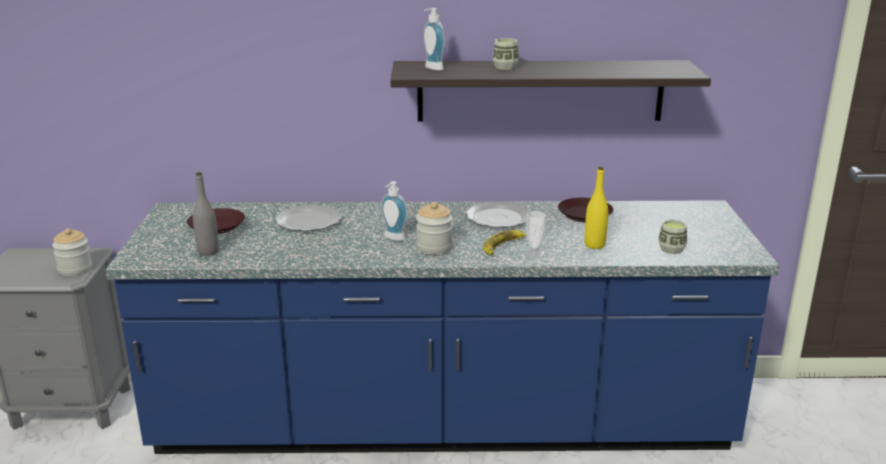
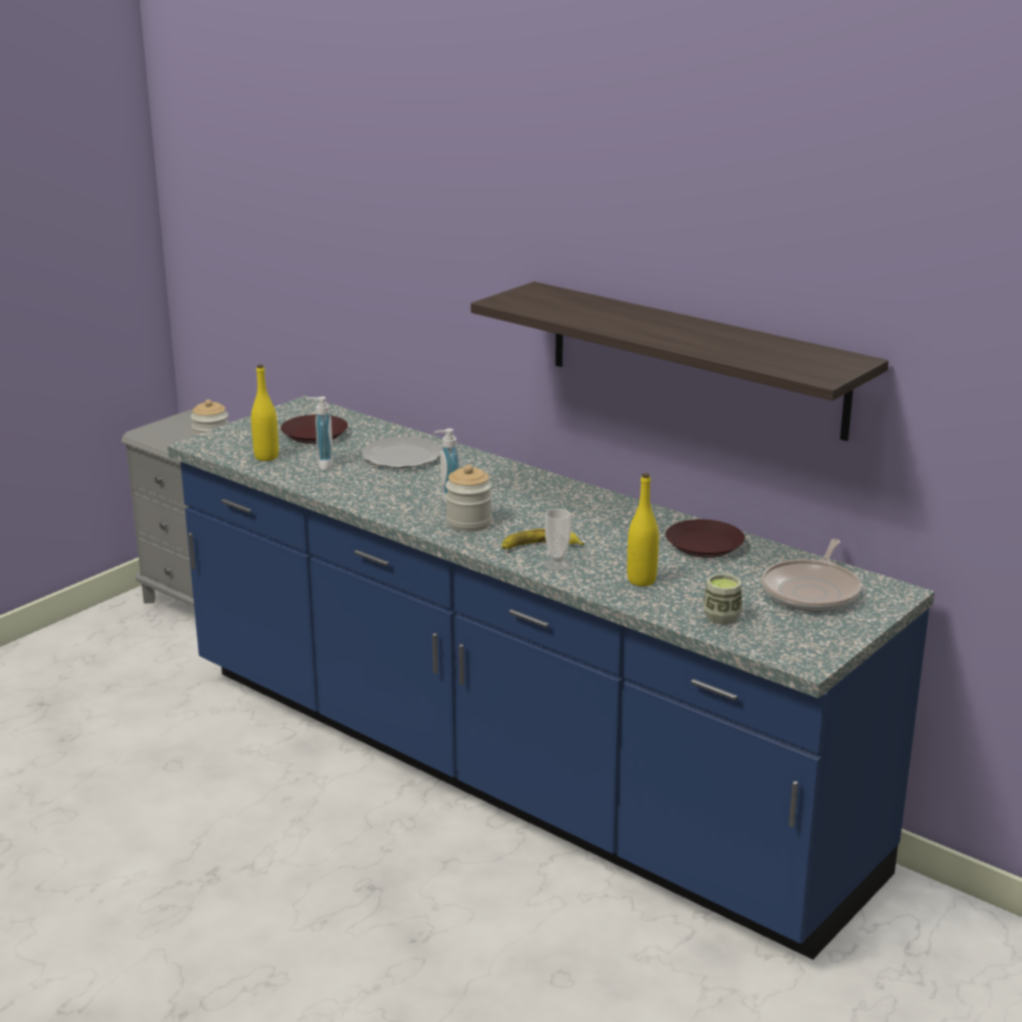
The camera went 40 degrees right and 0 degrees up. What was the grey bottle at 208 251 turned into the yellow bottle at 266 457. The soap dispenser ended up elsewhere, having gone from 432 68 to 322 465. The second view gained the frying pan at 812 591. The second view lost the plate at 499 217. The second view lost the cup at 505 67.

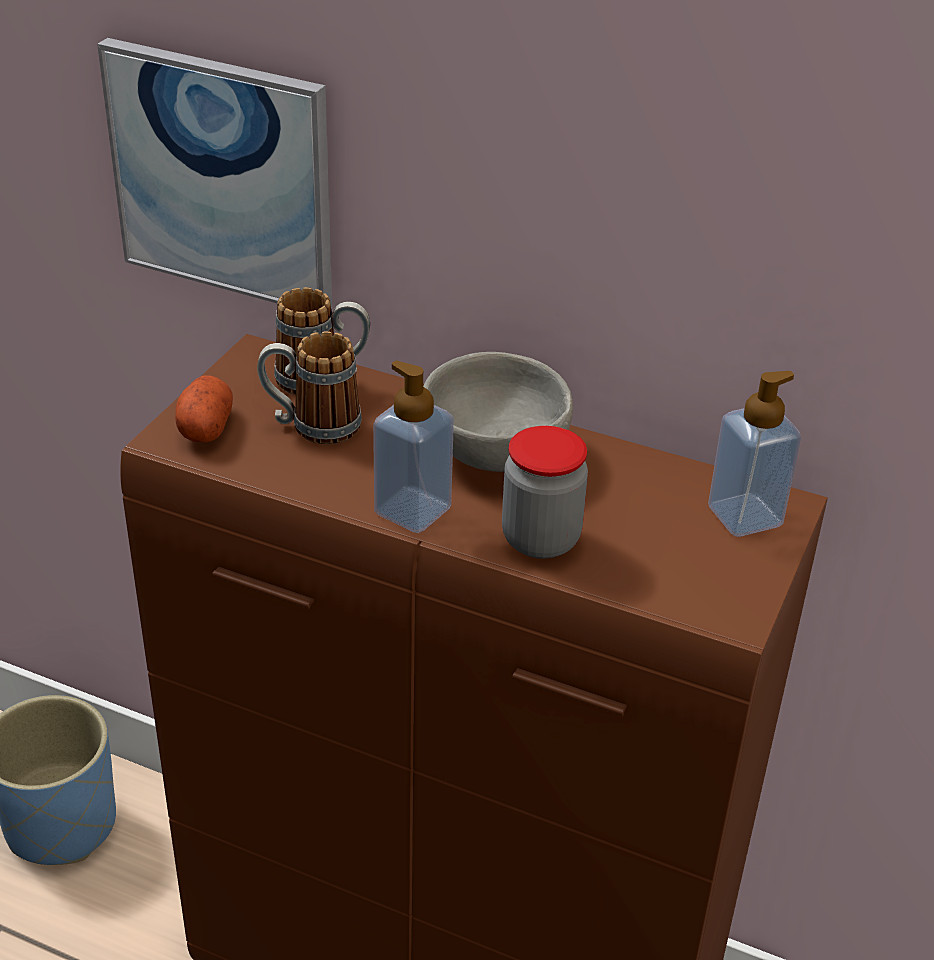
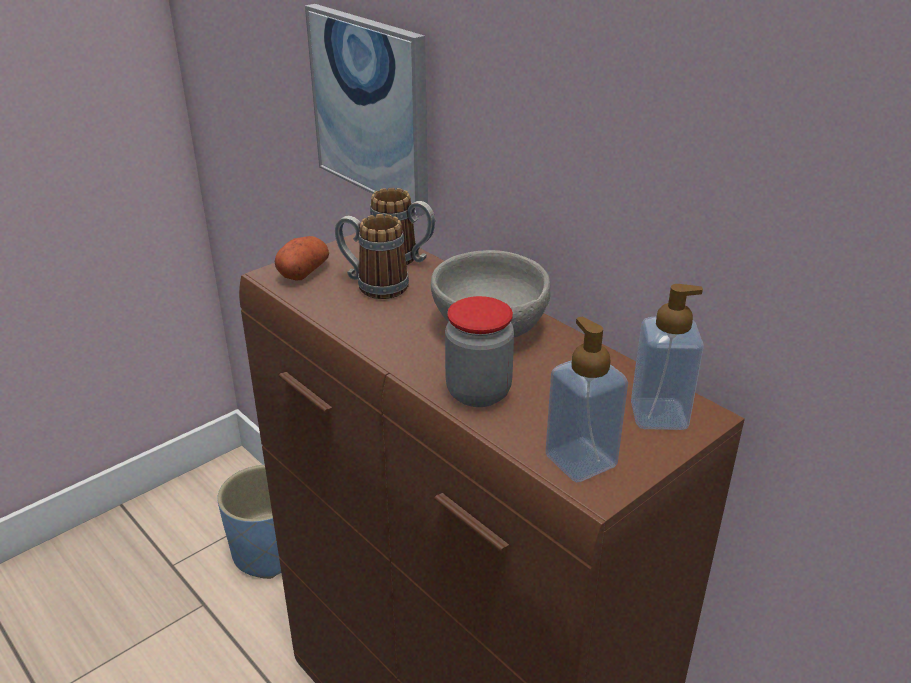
The camera went 25 degrees right and 5 degrees down. The soap dispenser ended up elsewhere, having gone from 412 511 to 580 461.

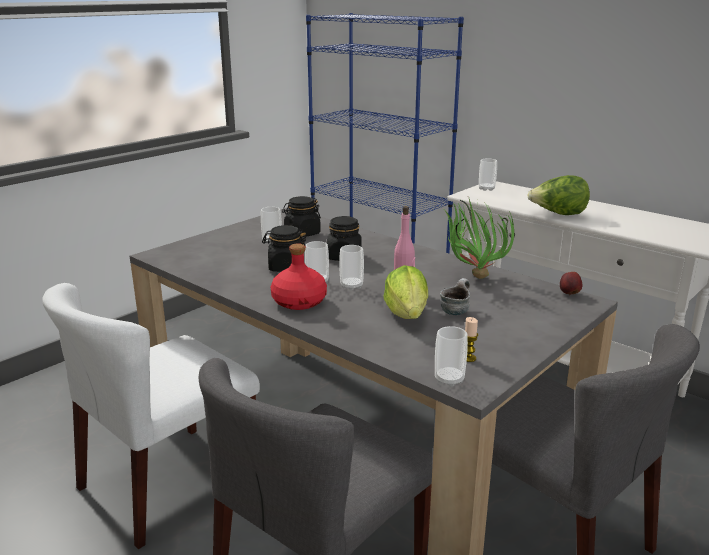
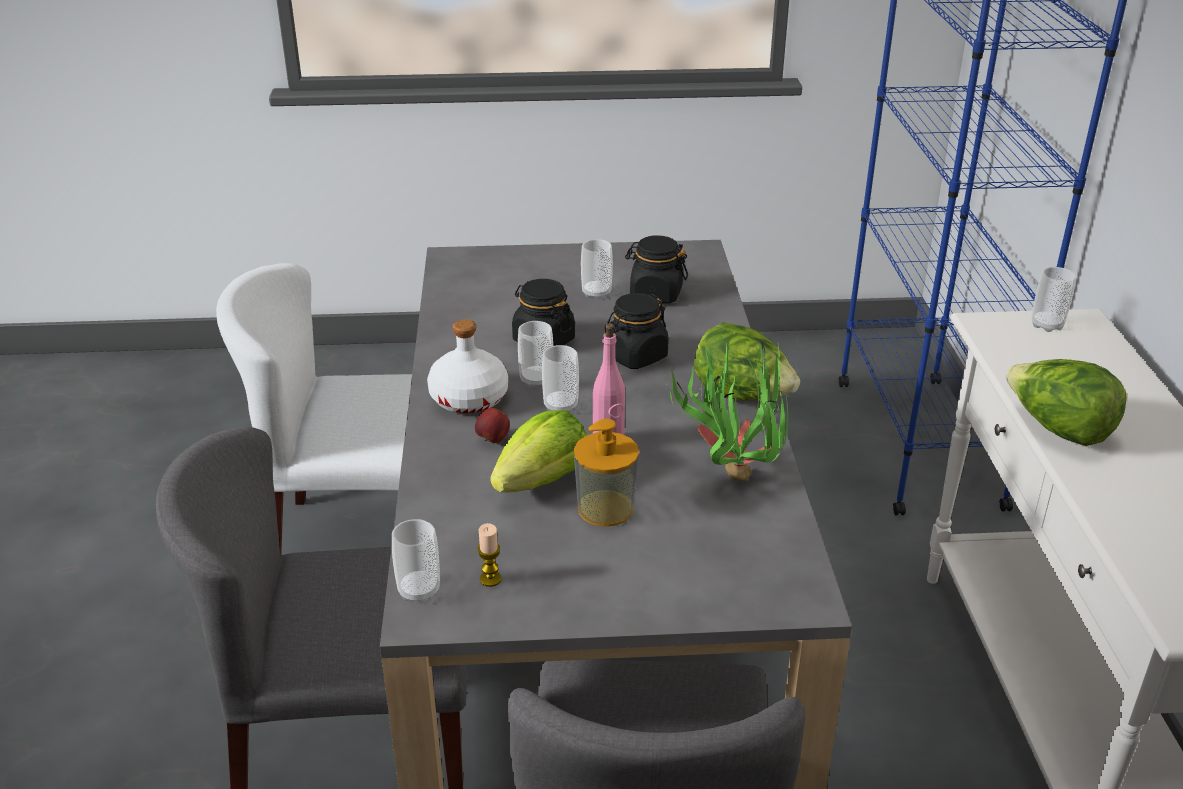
The camera went 45 degrees right and 10 degrees up. What was the red bottle at 300 302 turned into the white bottle at 469 399. The apple ended up elsewhere, having gone from 569 294 to 493 440. Where the mug stood at 455 310, the soap dispenser came to stand at 605 508. The second view gained the lettuce at 742 396.

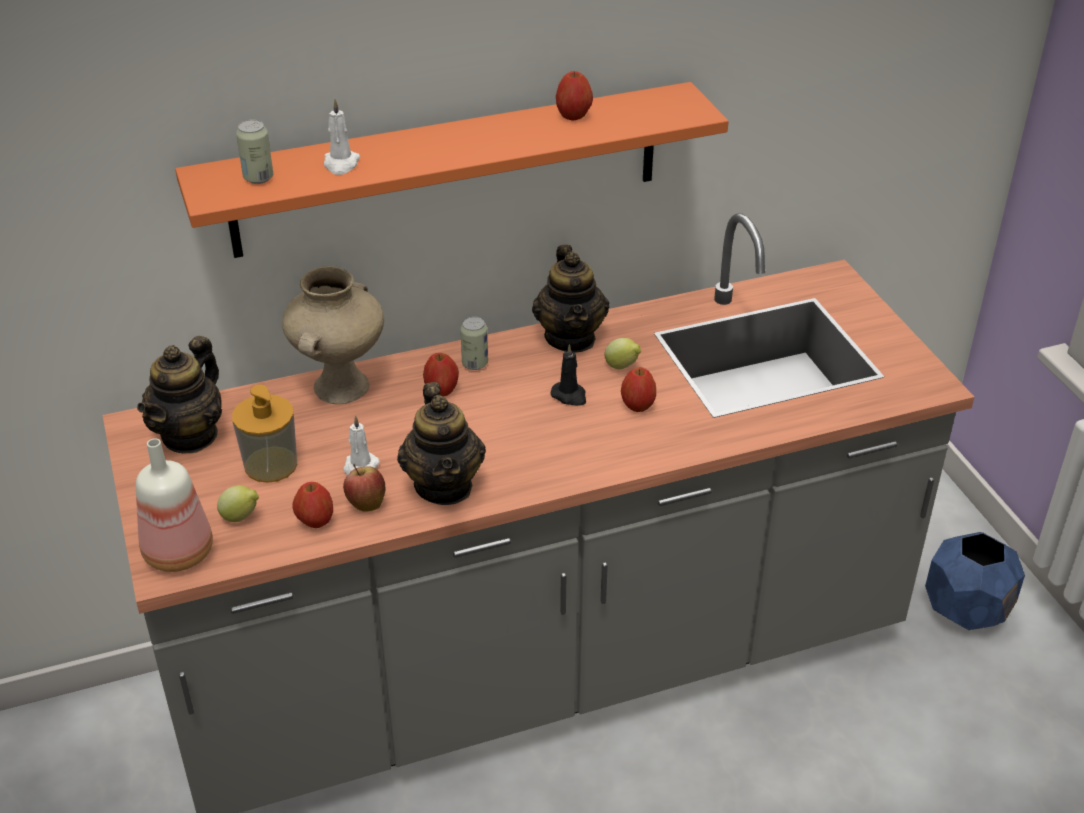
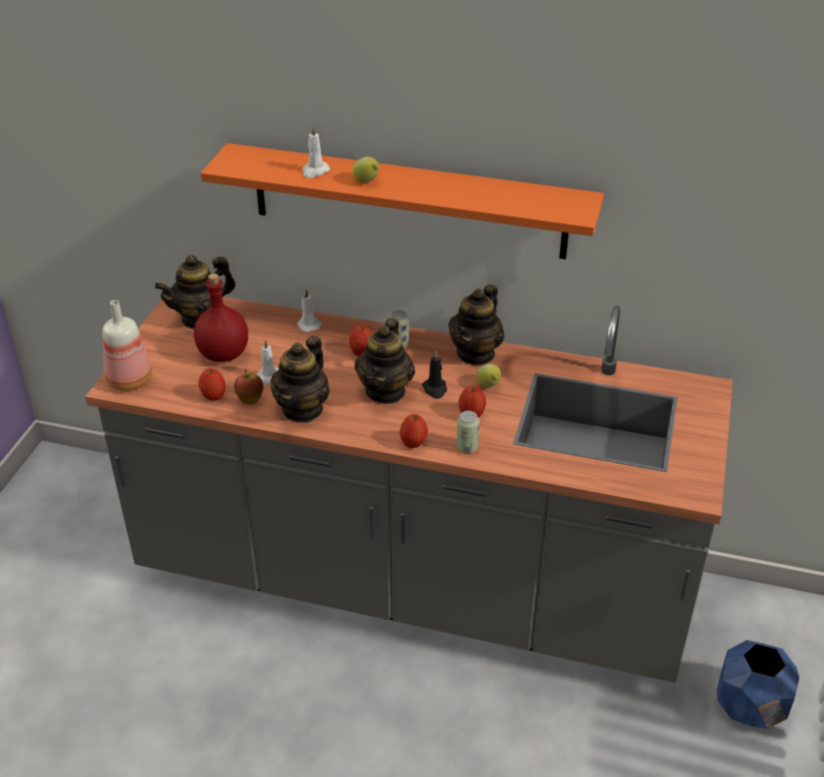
The camera went 35 degrees right and 0 degrees up. Where the soap dispenser stood at 271 464, the red bottle came to stand at 224 353. Where the beige vase stood at 341 385, the white candle came to stand at 308 324. The lemon ended up elsewhere, having gone from 241 517 to 367 182. The second view gained the teapot at 386 391. The apple ended up elsewhere, having gone from 573 116 to 413 443. The can ended up elsewhere, having gone from 258 178 to 467 447.

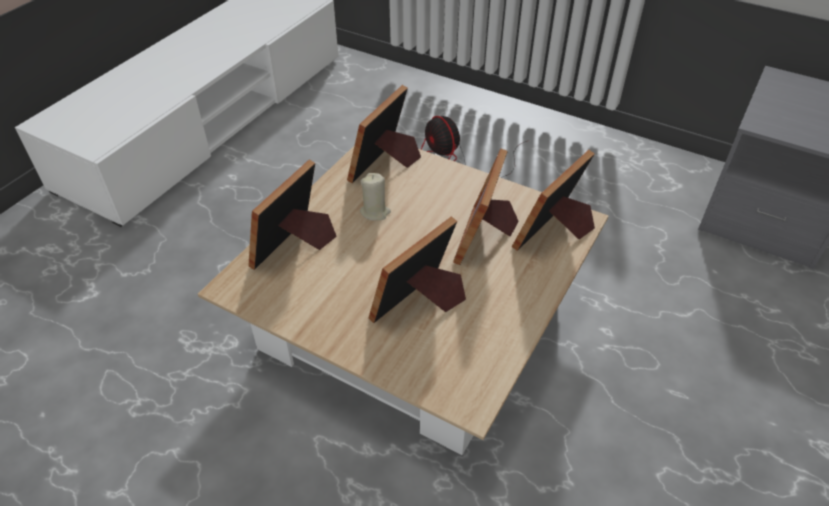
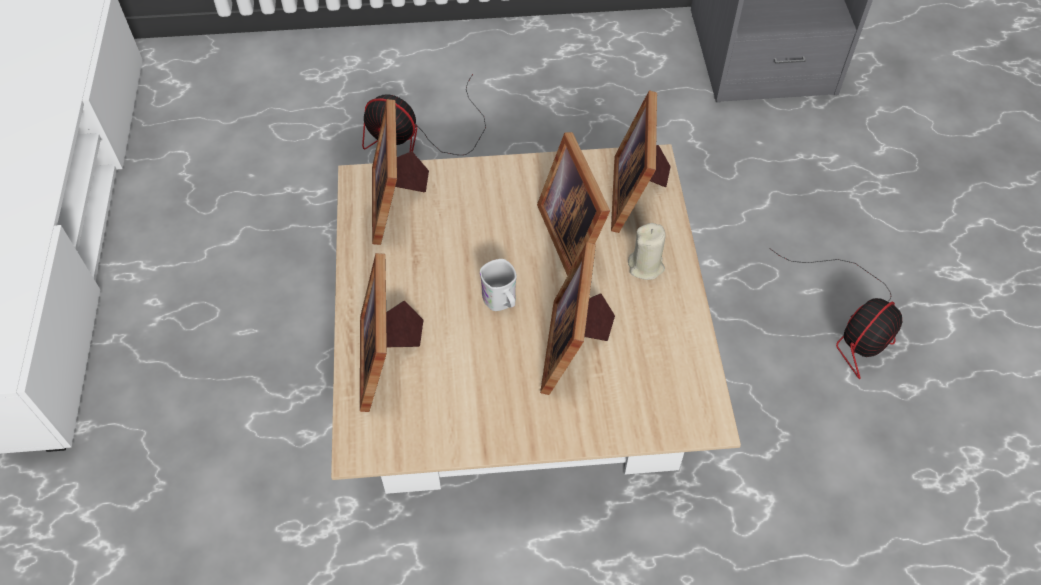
The camera went 35 degrees left and 10 degrees up. The second view gained the white mug at 501 302. The beige candle ended up elsewhere, having gone from 375 212 to 646 266. The second view gained the fan at 853 323.

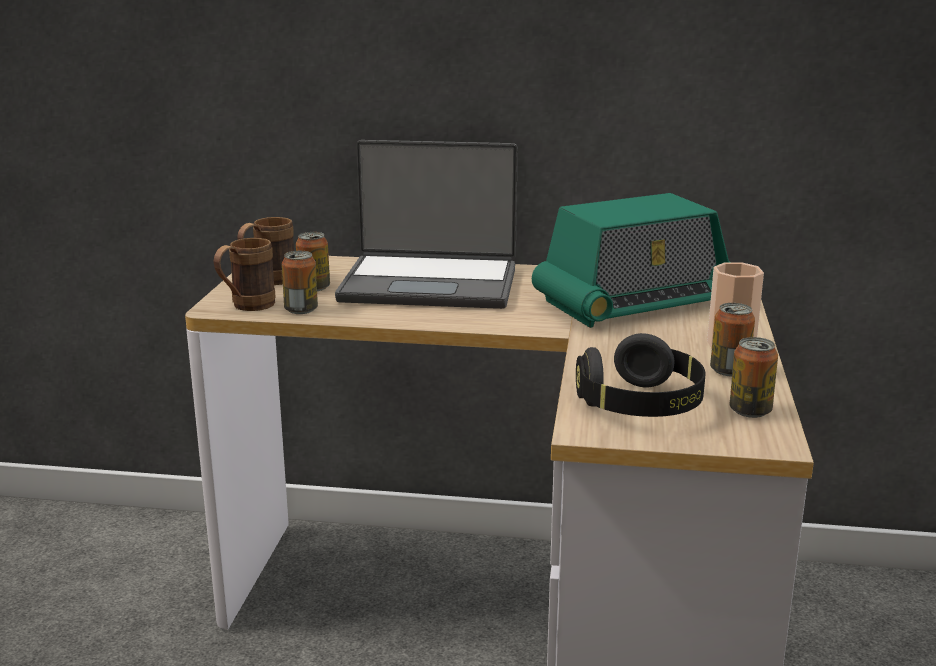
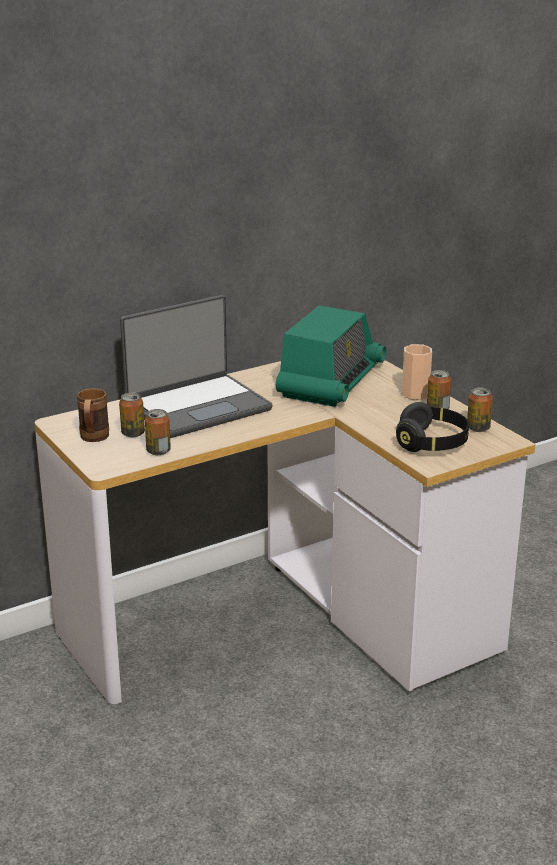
The camera went 40 degrees left and 5 degrees up. The second view lost the brown mug at 246 307.

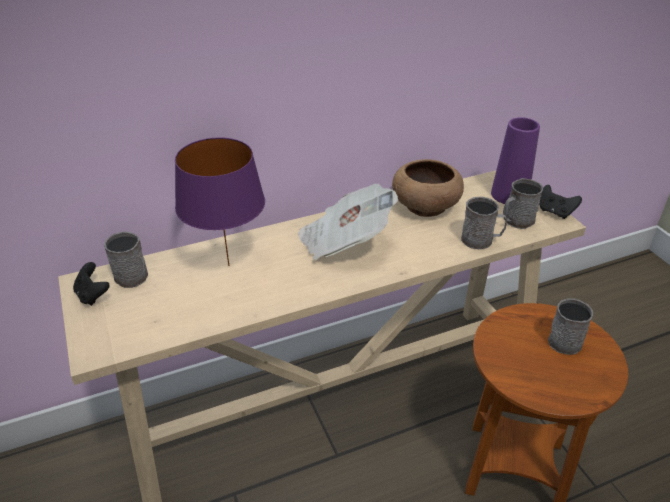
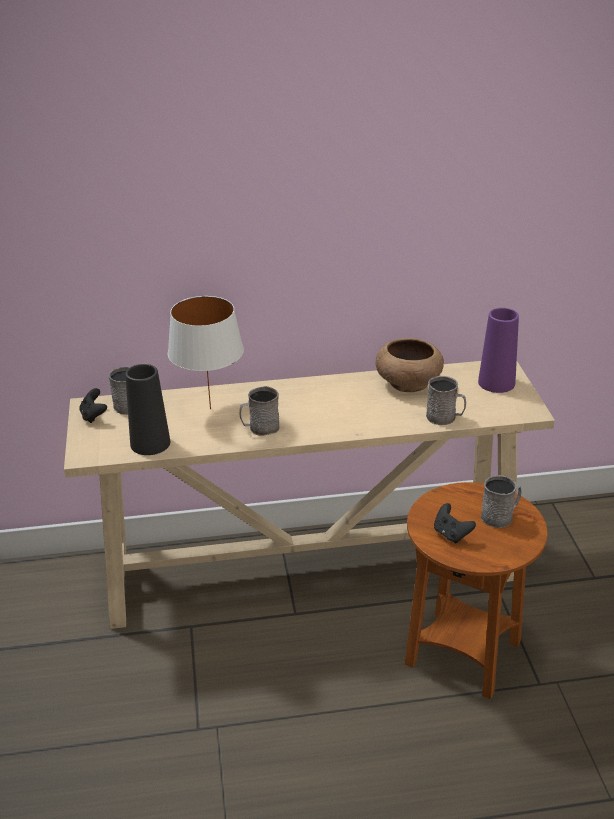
The camera went 15 degrees right and 5 degrees down. The second view gained the black vase at 150 443. What was the purple table lamp at 229 266 turned into the white table lamp at 210 409. The grey mug ended up elsewhere, having gone from 516 221 to 260 428. The black game controller ended up elsewhere, having gone from 555 212 to 451 534. The second view lost the newspaper at 344 241.

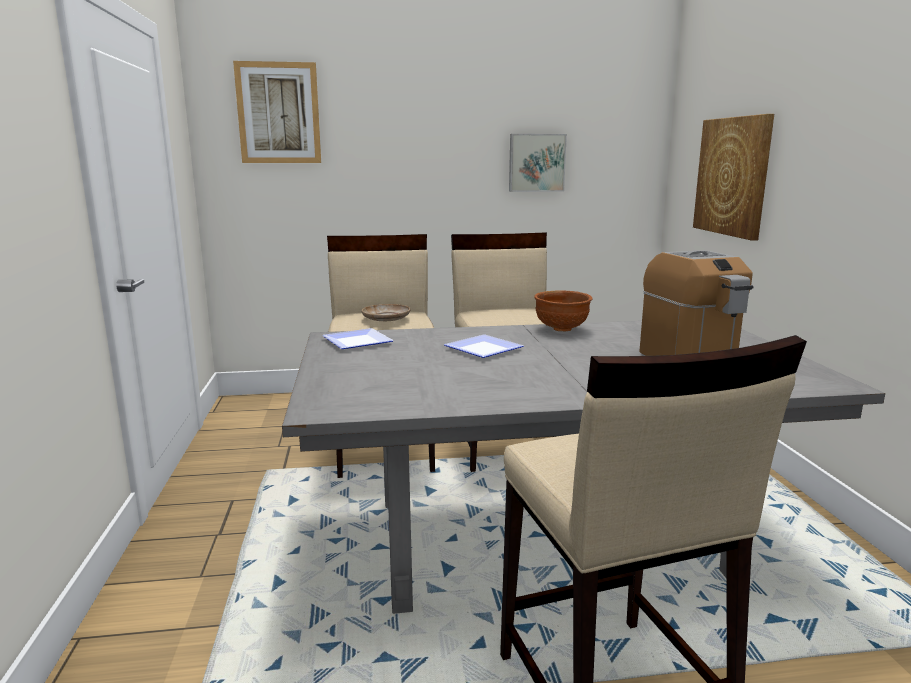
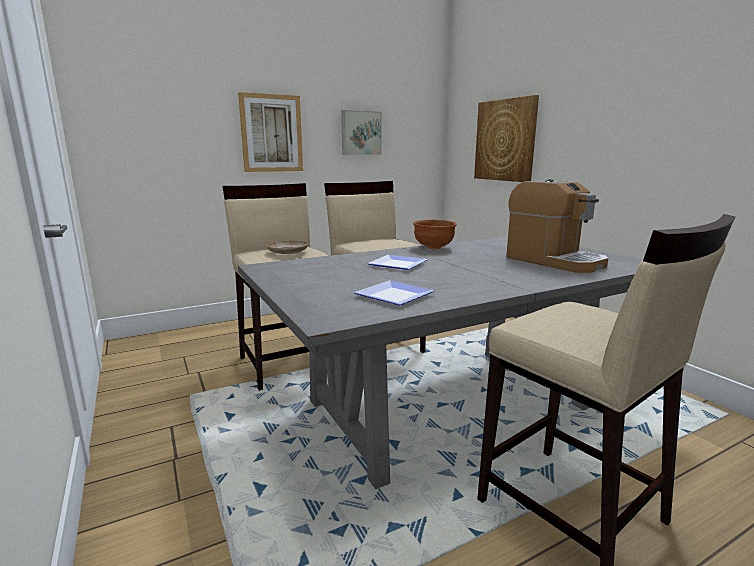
The camera went 20 degrees left and 0 degrees up. The picture ended up elsewhere, having gone from 278 113 to 271 133. The plate ended up elsewhere, having gone from 355 342 to 391 296.

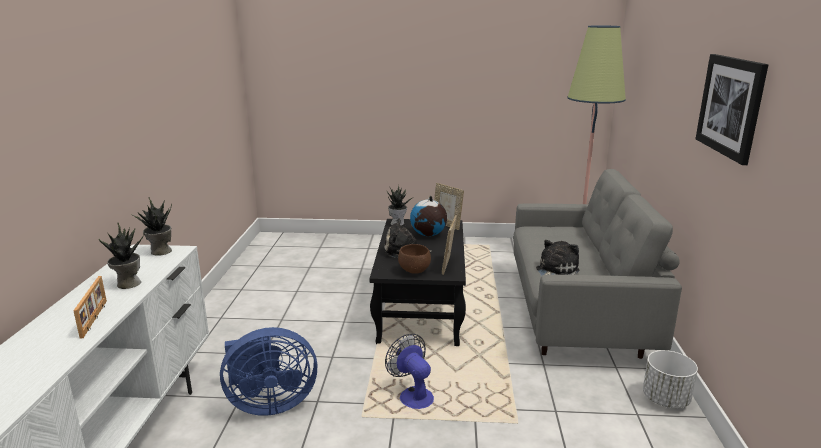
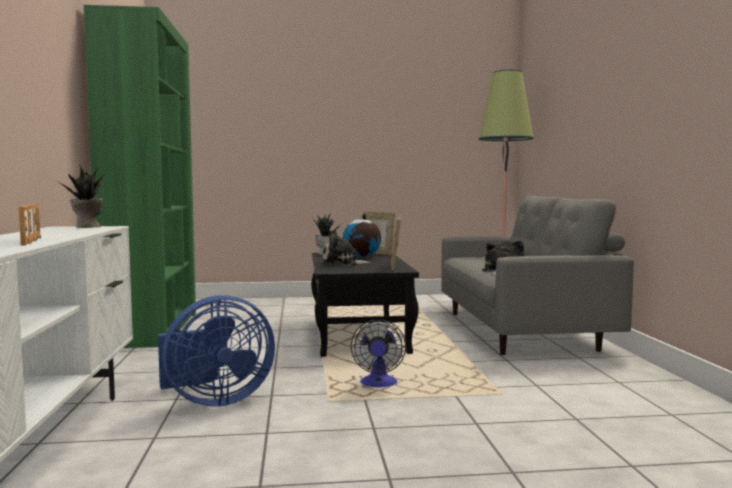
The camera went 10 degrees left and 15 degrees down. The second view gained the green bookcase at 153 329. The fan at 412 395 ended up facing another way, 135 degrees counterclockwise from before. The second view lost the potted plant at 128 284. The second view lost the brown bowl at 415 271. The second view lost the white planter at 666 399. The second view lost the picture at 731 106.

